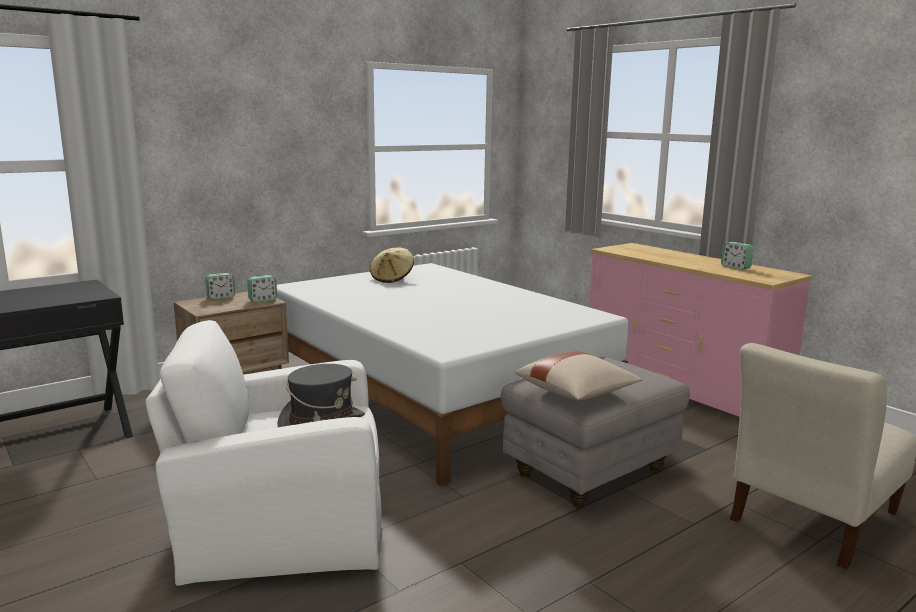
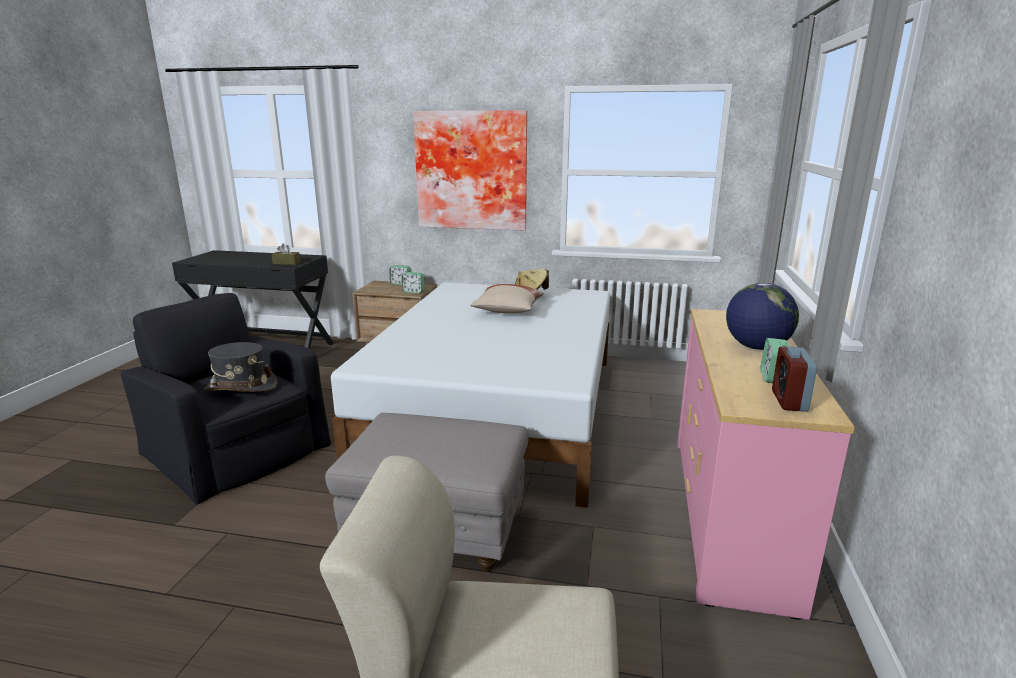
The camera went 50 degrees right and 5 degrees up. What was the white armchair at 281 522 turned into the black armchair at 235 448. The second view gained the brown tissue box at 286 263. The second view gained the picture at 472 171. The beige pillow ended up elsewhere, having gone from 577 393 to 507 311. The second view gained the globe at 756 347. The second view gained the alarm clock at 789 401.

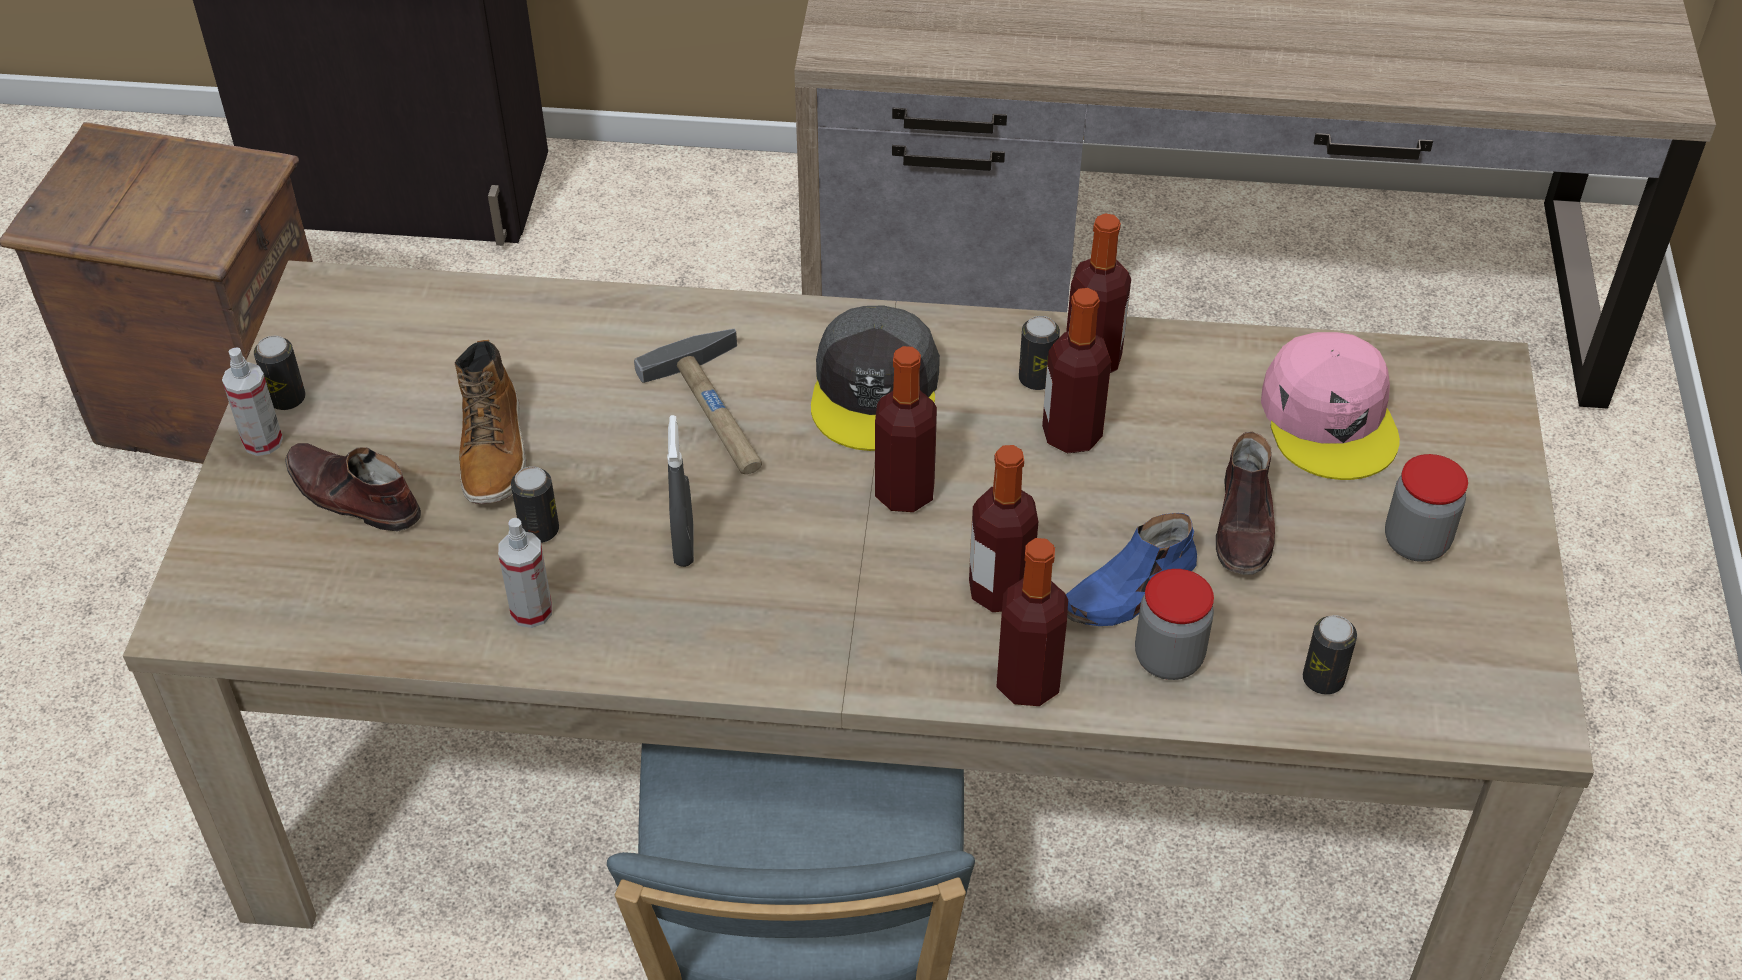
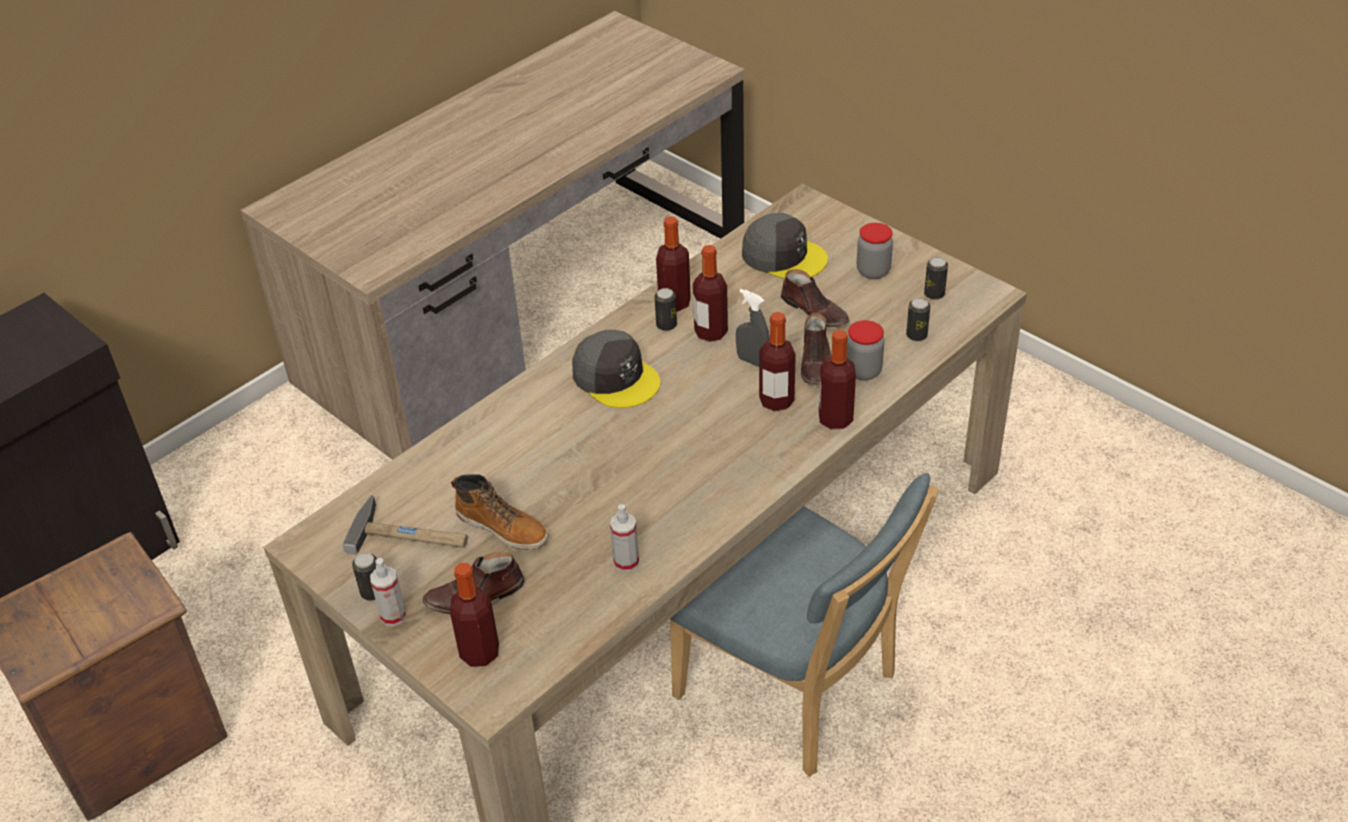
The camera went 50 degrees left and 5 degrees down. The hammer ended up elsewhere, having gone from 719 411 to 411 535. The bottle ended up elsewhere, having gone from 904 493 to 479 653. The grey spray bottle ended up elsewhere, having gone from 684 545 to 752 361. What was the pink cap at 1330 418 turned into the grey cap at 783 256. What was the blue shoe at 1129 591 turned into the brown shoe at 816 363. The can ended up elsewhere, having gone from 539 530 to 934 294.

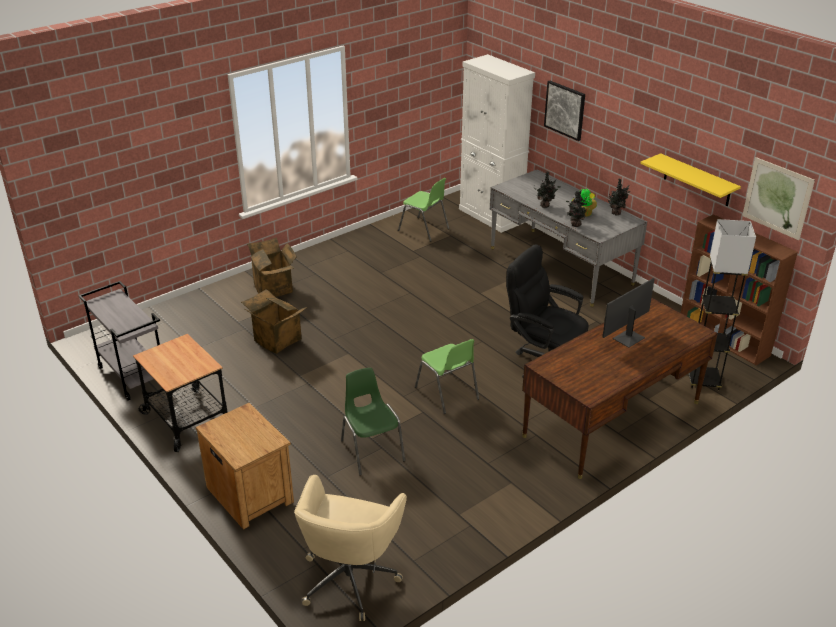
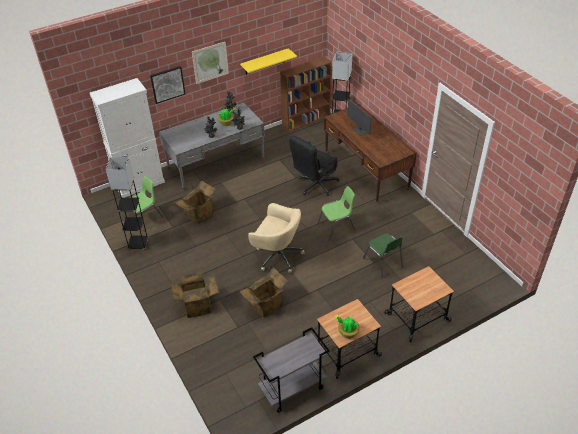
The camera went 80 degrees left and 10 degrees up. The second view gained the grey floor lamp at 138 244. The second view gained the cardboard box at 199 214. The picture ended up elsewhere, having gone from 777 198 to 210 62. The beige office chair ended up elsewhere, having gone from 350 577 to 277 255. The second view gained the potted plant at 347 333. The green chair at 371 450 ended up facing another way, 105 degrees counterclockwise from before. Where the brown nightstand stood at 250 493, the cart came to stand at 417 318.

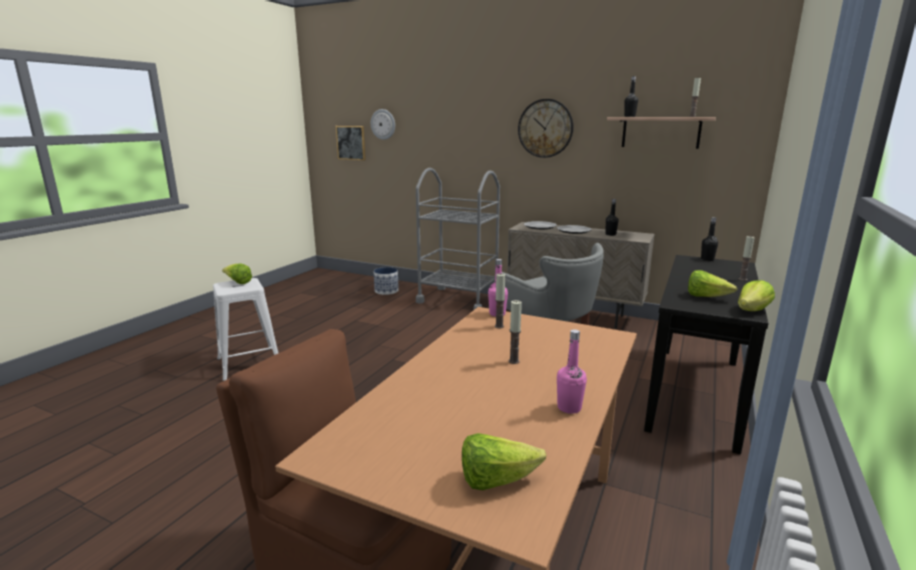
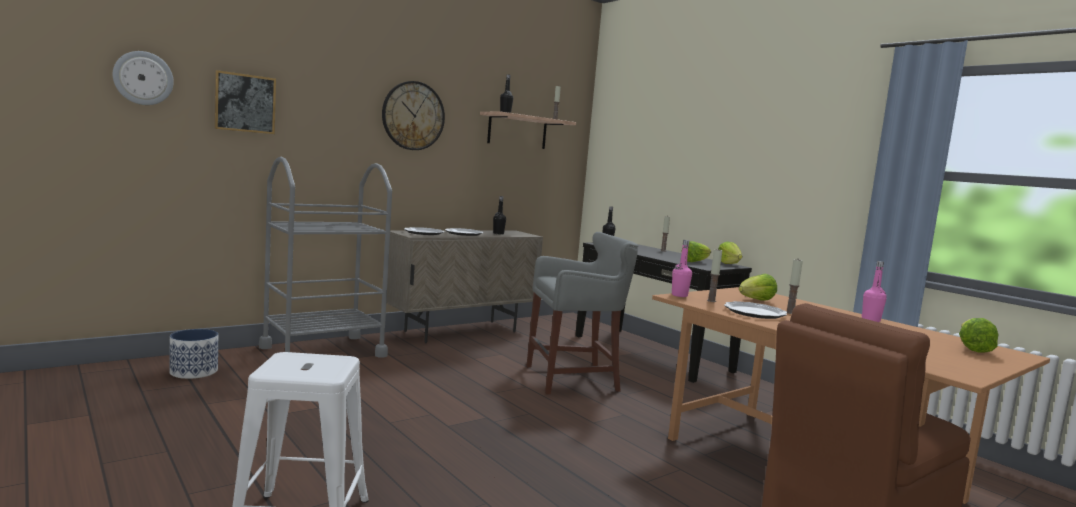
The camera went 65 degrees left and 10 degrees down. The picture ended up elsewhere, having gone from 351 142 to 245 103. The second view gained the plate at 754 312. The lettuce ended up elsewhere, having gone from 238 282 to 755 300.

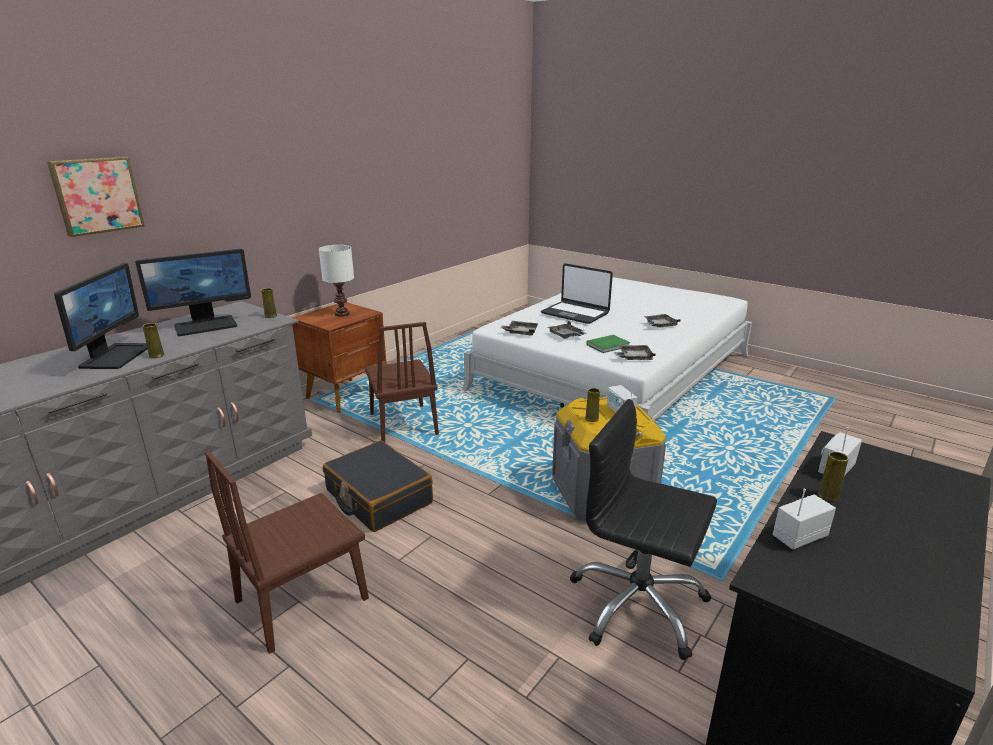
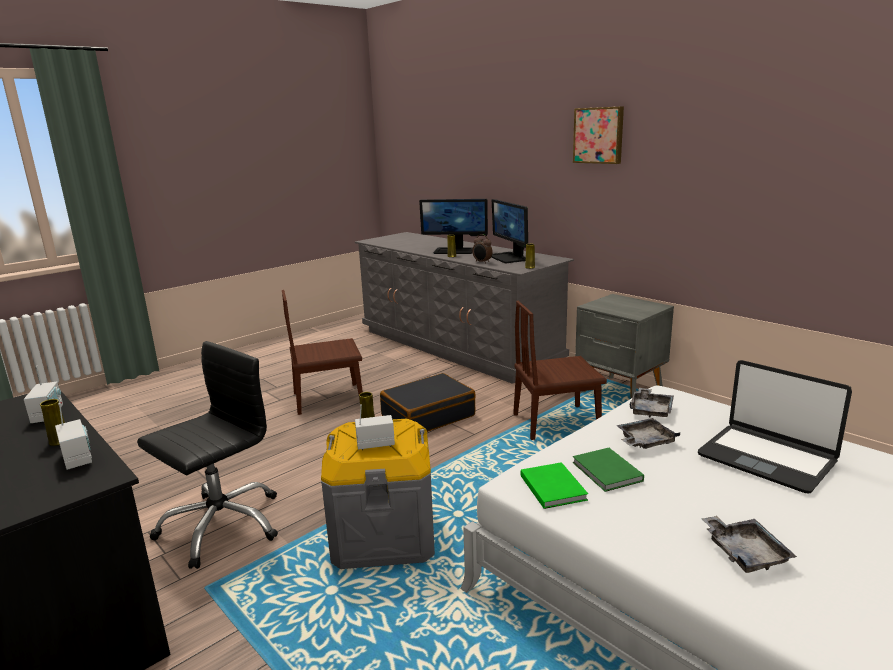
The camera went 100 degrees right and 5 degrees down. The brown chair at 302 599 ended up facing another way, 75 degrees counterclockwise from before. The second view gained the alarm clock at 482 262. Where the grey tray stood at 633 357, the green book came to stand at 553 486. The picture ended up elsewhere, having gone from 96 195 to 599 135. What was the brown nightstand at 346 395 turned into the grey nightstand at 621 393. The laptop at 575 313 ended up facing another way, 90 degrees counterclockwise from before. The second view lost the white table lamp at 342 314.

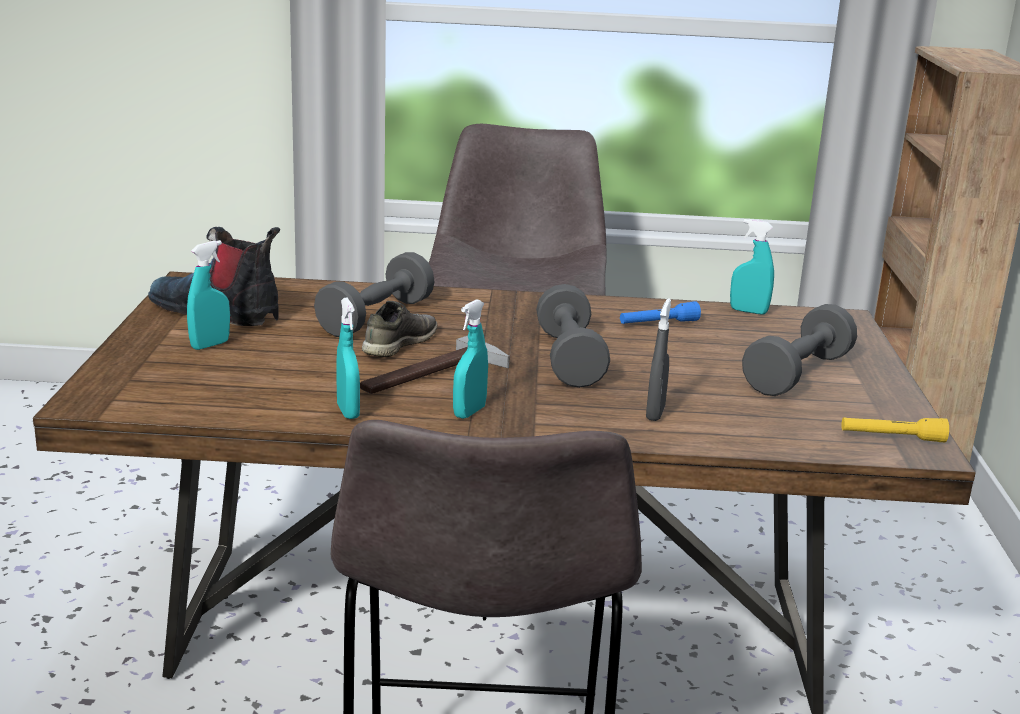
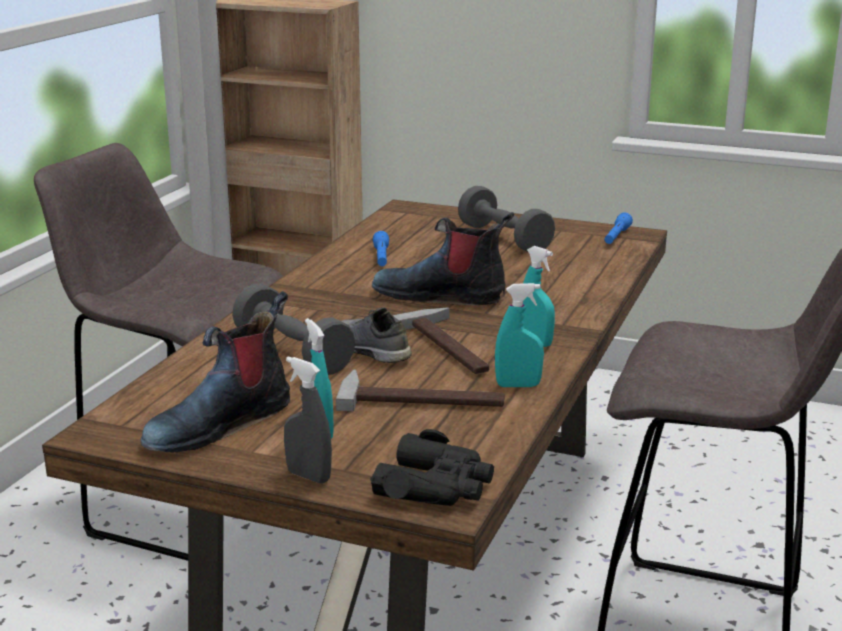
The camera went 70 degrees left and 0 degrees up. The grey spray bottle ended up elsewhere, having gone from 655 413 to 308 476. The second view gained the hammer at 422 398. The second view gained the black binoculars at 435 486. Where the grey dumbbell stood at 569 359, the boot came to stand at 441 296. What was the yellow flashlight at 892 438 turned into the blue flashlight at 616 237. The second view lost the turquoise spray bottle at 748 311.

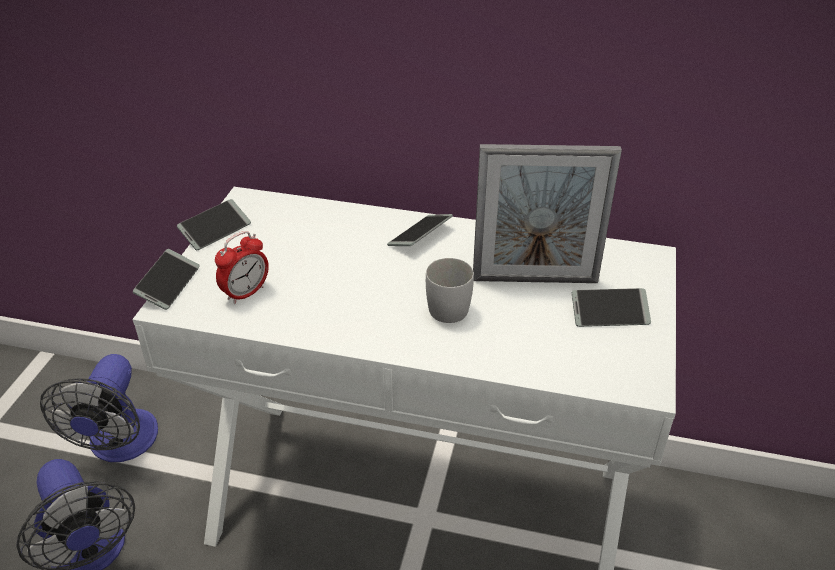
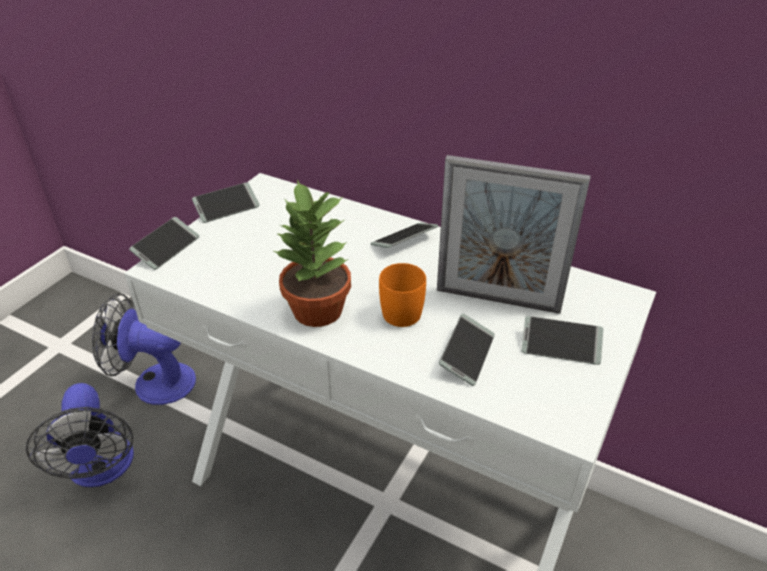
The camera went 15 degrees right and 0 degrees up. The fan at 120 446 ended up facing another way, 75 degrees clockwise from before. The second view gained the potted plant at 317 311. What was the white mug at 445 305 turned into the orange mug at 401 308. The second view gained the phone at 467 355. The second view lost the alarm clock at 246 293.

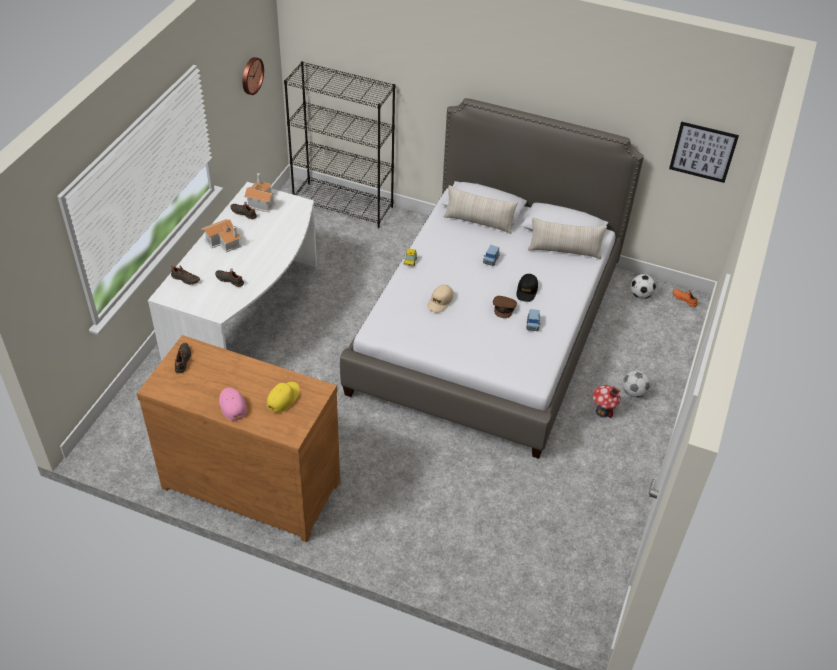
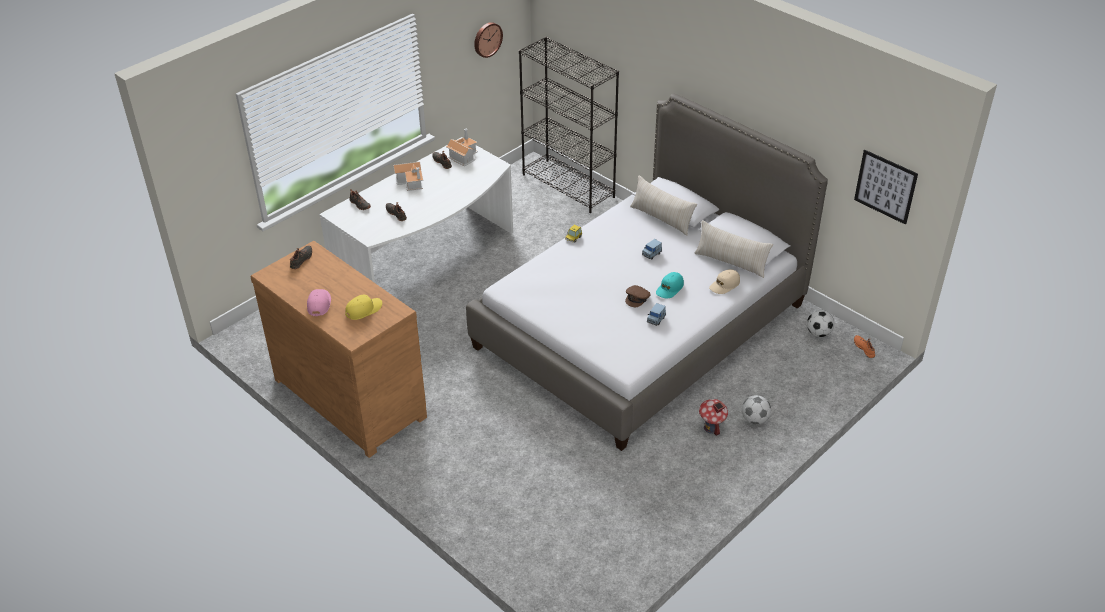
The camera went 25 degrees right and 5 degrees down. What was the black cap at 527 291 turned into the turquoise cap at 669 289. The beige cap ended up elsewhere, having gone from 440 301 to 724 285.

